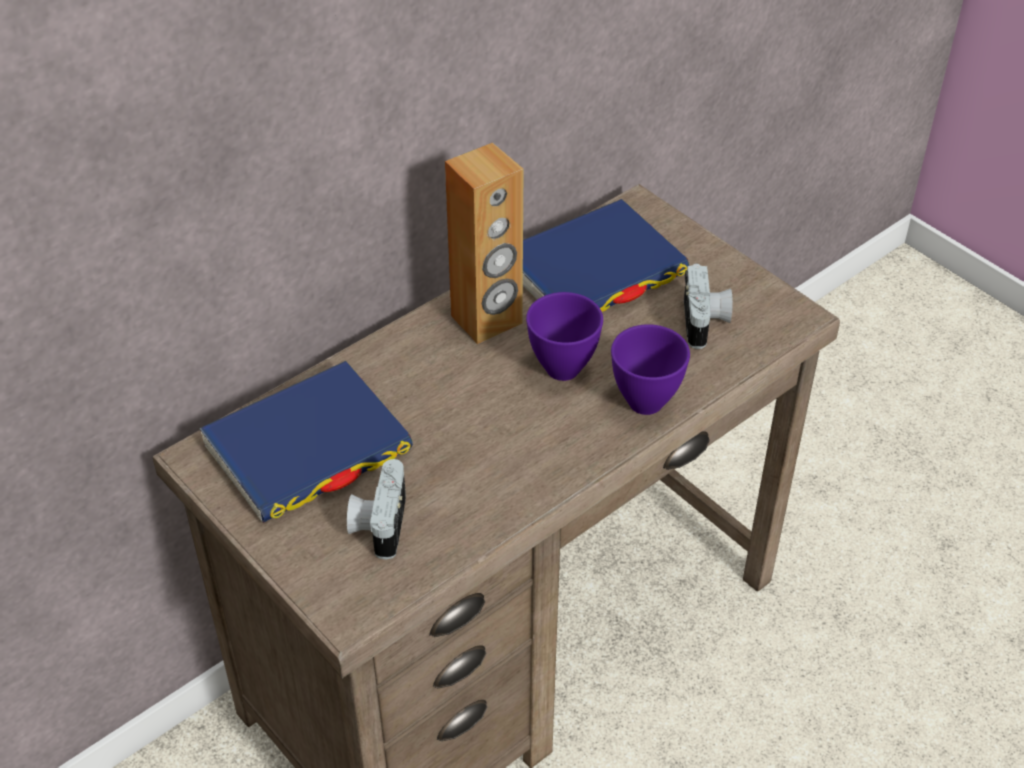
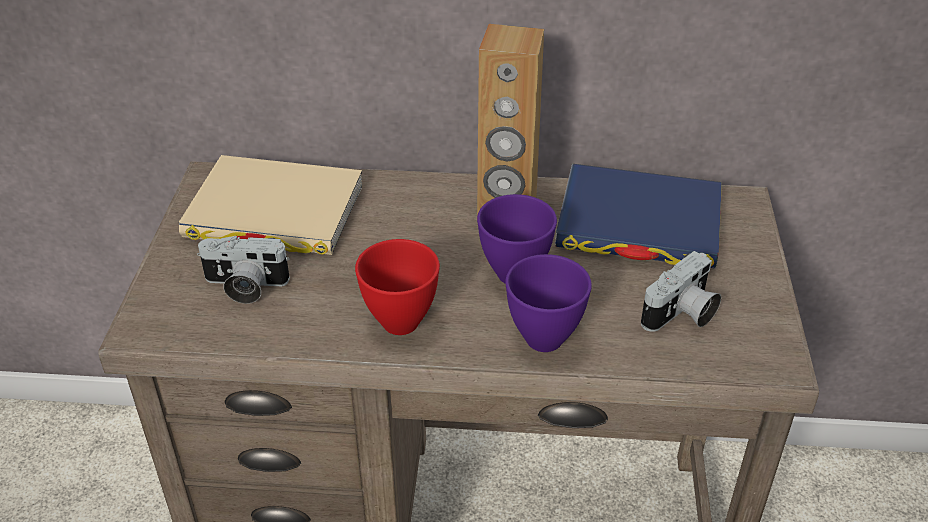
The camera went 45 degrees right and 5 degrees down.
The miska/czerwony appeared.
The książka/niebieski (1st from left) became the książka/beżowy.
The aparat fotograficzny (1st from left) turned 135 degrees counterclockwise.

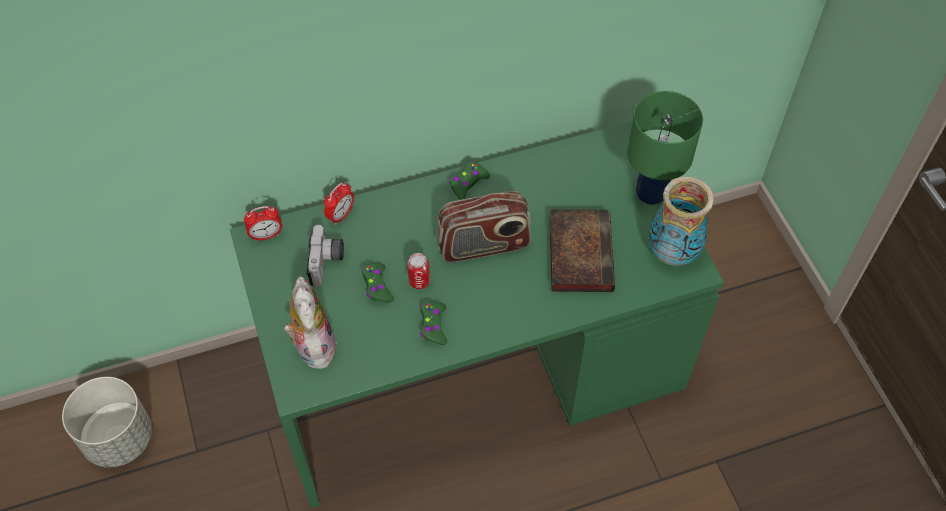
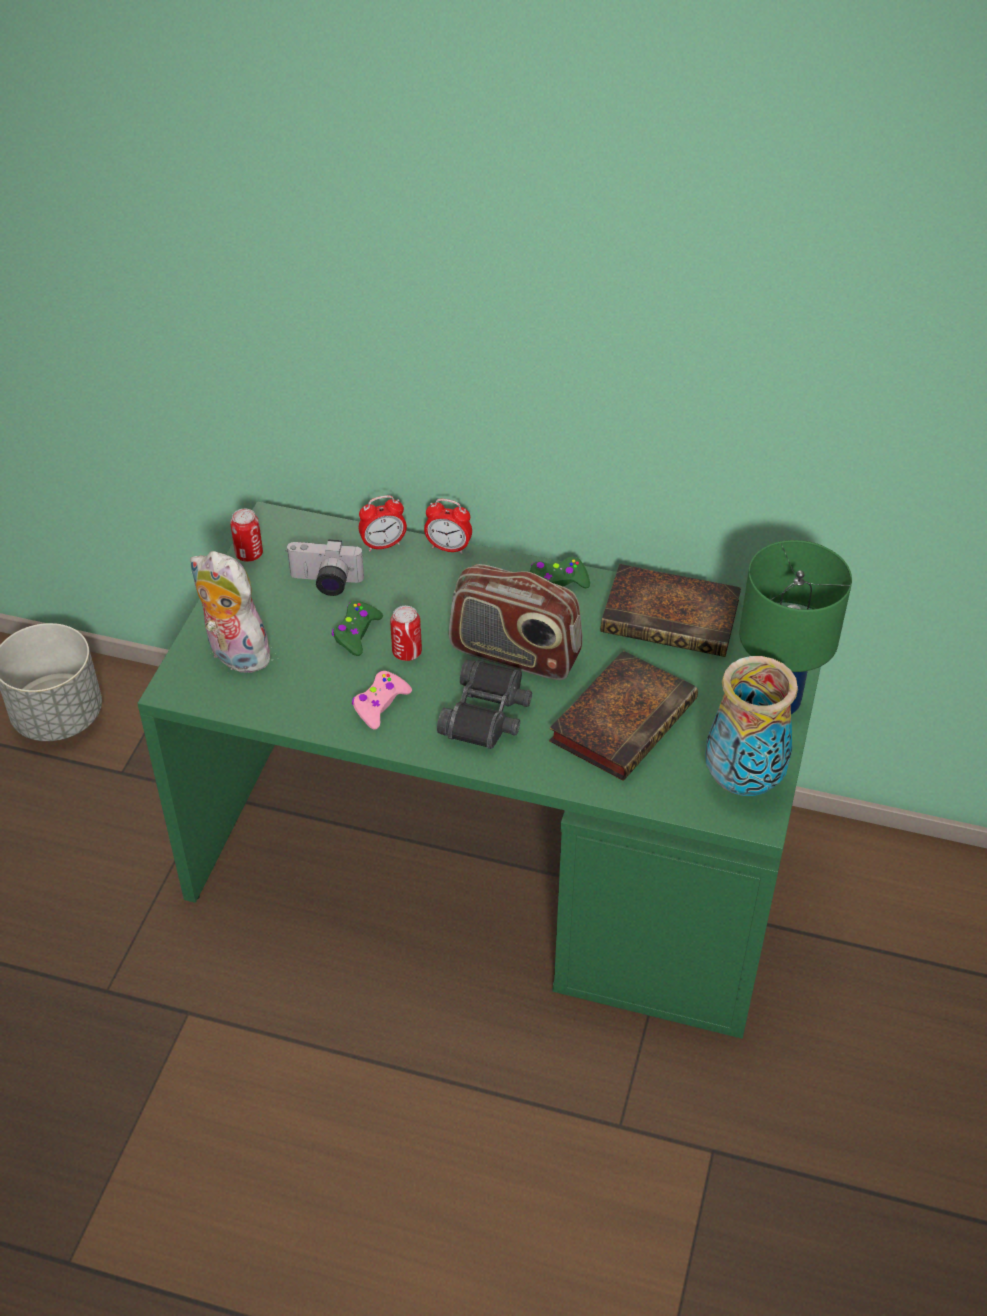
The camera went 35 degrees right and 10 degrees down.
The puszka (1st from left) appeared.
The lornetka/czarny appeared.
The książka (2nd from left) appeared.
The budzik (1st from left in the first image) moved.
The pad do gier/zielony (2nd from left) became the pad do gier/różowy.
The pluszak turned 75 degrees counterclockwise.
The aparat fotograficzny turned 60 degrees clockwise.

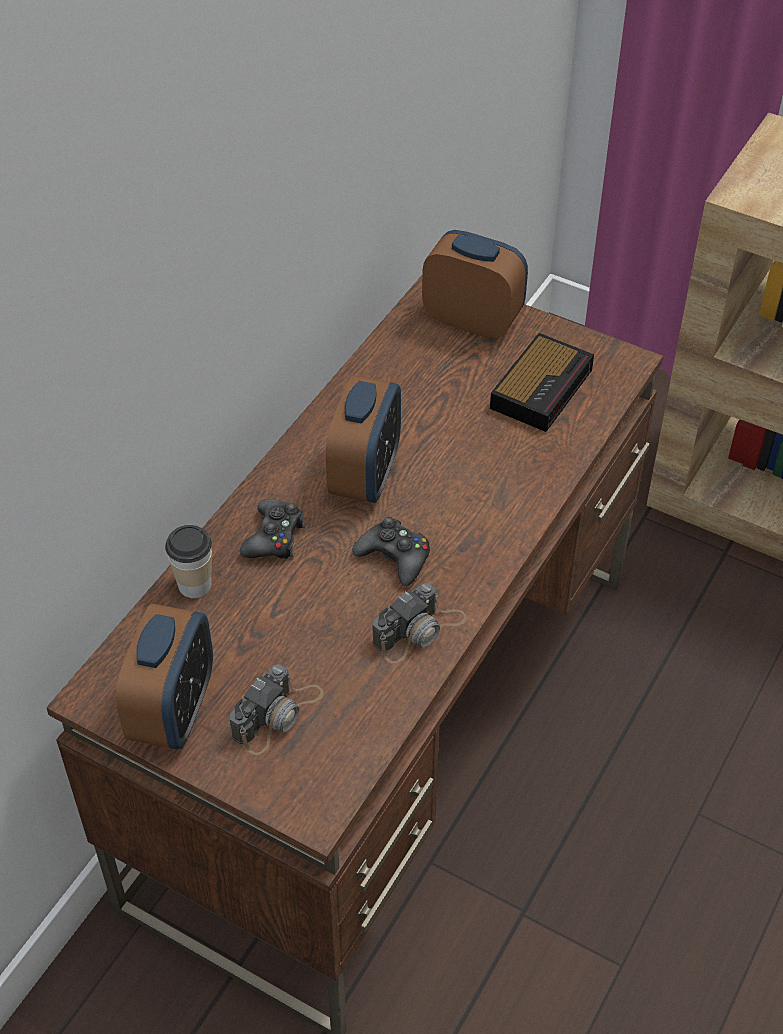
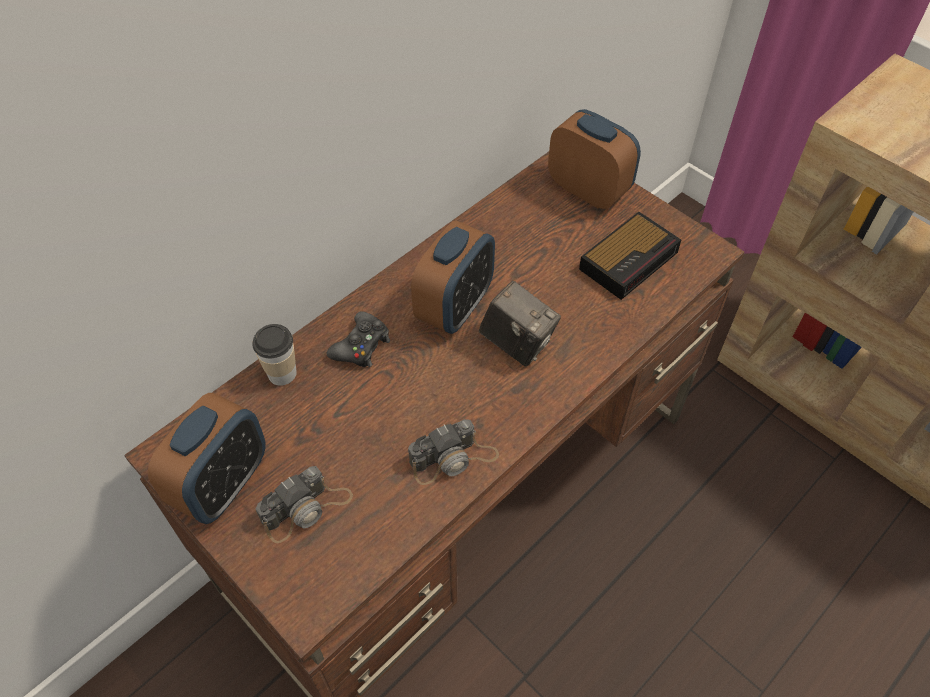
The camera went 15 degrees right and 5 degrees up.
The pad do gier/czarny (2nd from left) disappeared.
The aparat fotograficzny (3rd from left) appeared.

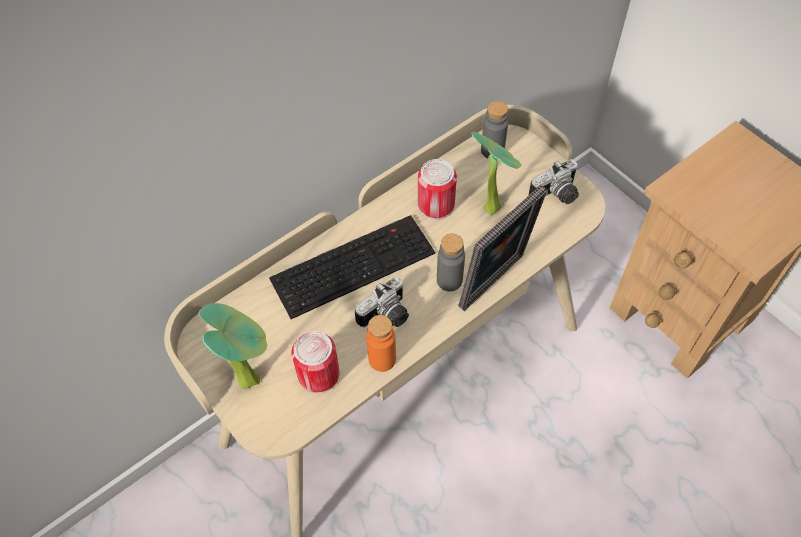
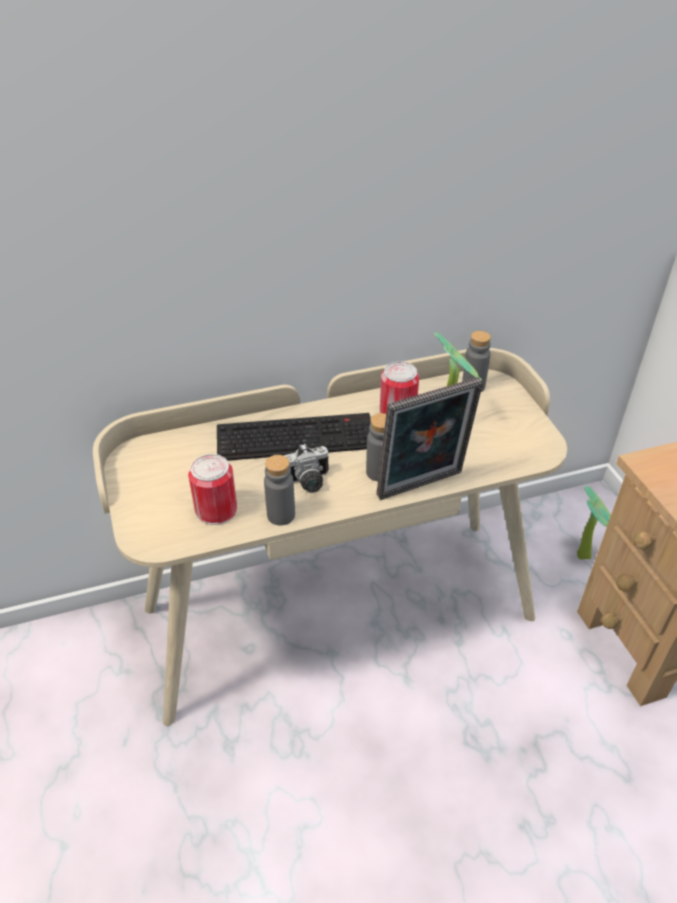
The camera went 20 degrees right and 15 degrees down.
The aparat fotograficzny (2nd from left) disappeared.
The roślina doniczkowa (1st from left in the first image) moved.
The butelka/pomarańczowy became the butelka/szary (1st from left).

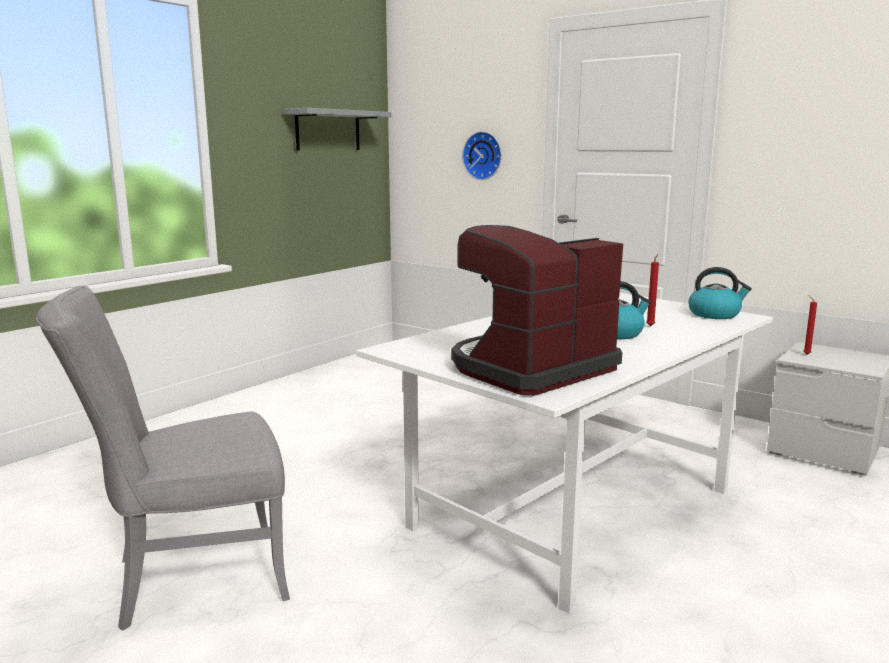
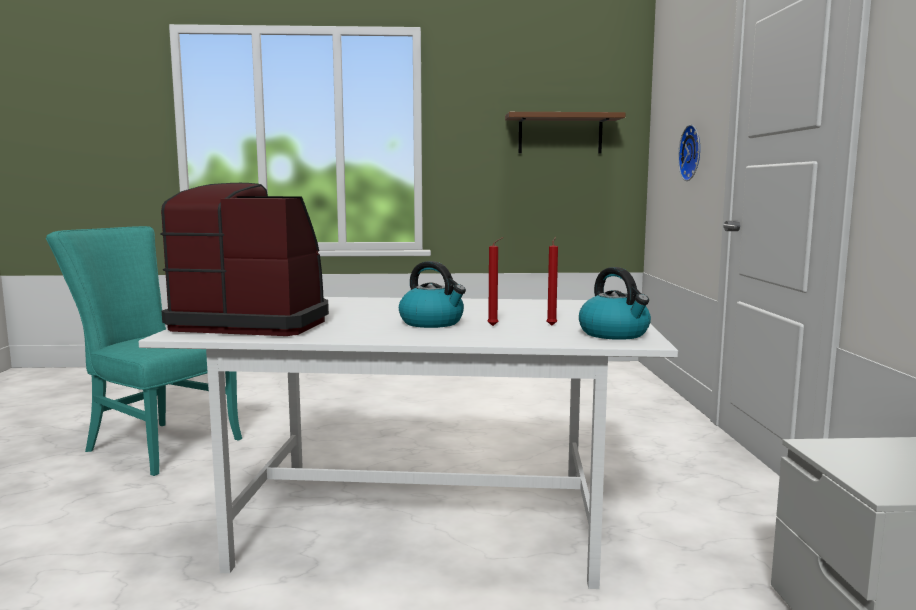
The camera went 50 degrees right and 5 degrees down.
The świeca/czerwony (2nd from left) moved.
The krzesło/szary became the krzesło/turkusowy.
The półka/szary became the półka/brązowy.

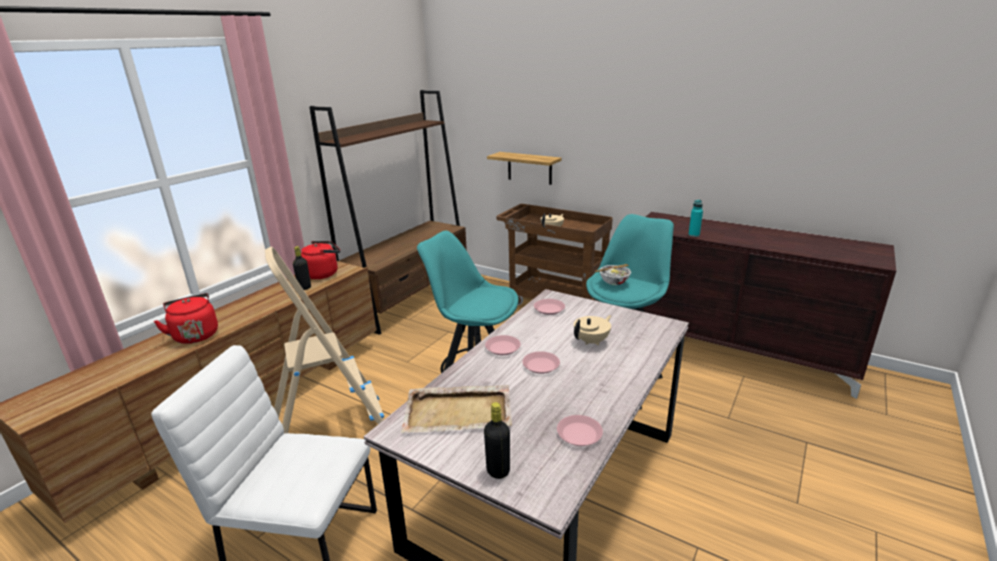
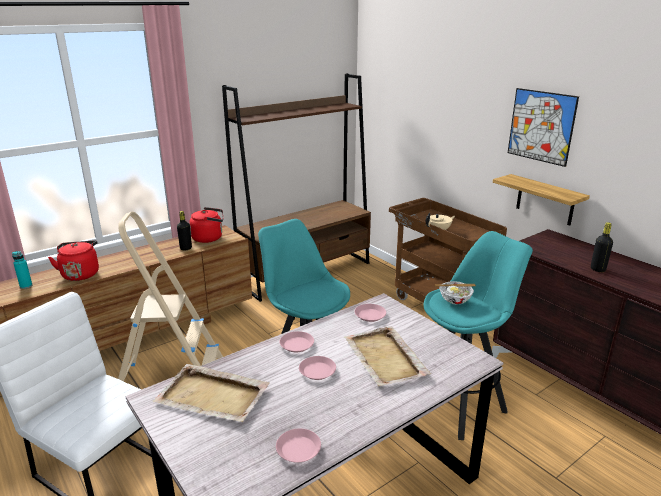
The camera went 20 degrees right and 0 degrees up.
The obraz appeared.
The butelka/czarny (2nd from left) moved.
The półka moved.
The butelka/turkusowy moved.
The imbryk/beżowy (2nd from left) was replaced by the taca/beżowy (2nd from left).

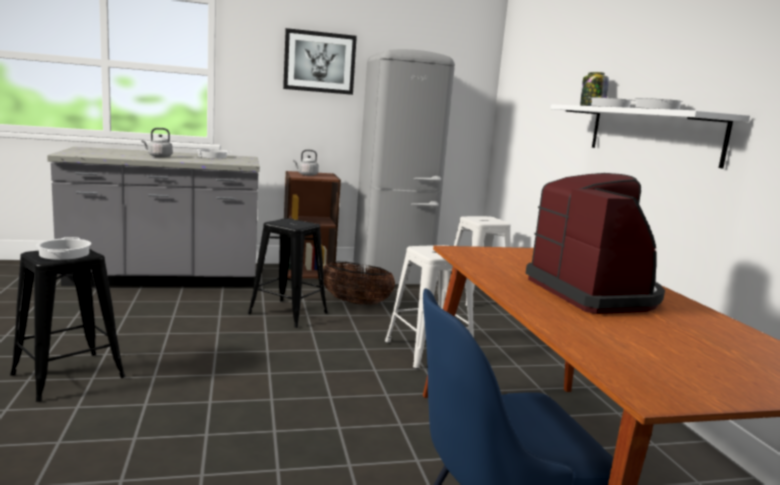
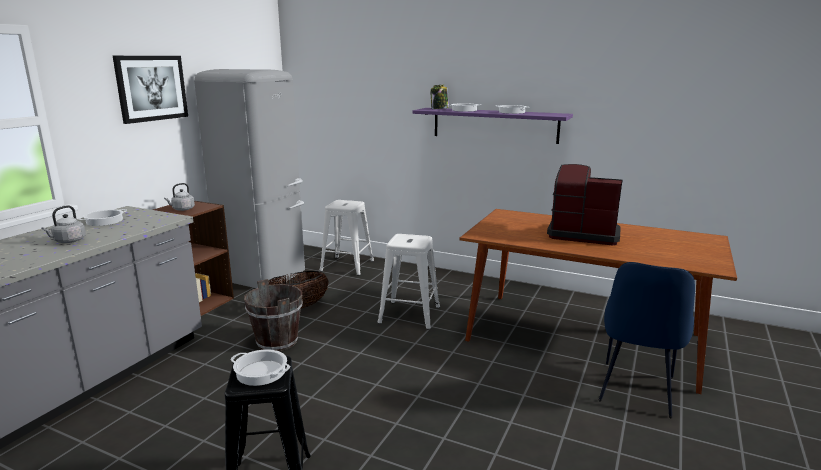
The camera went 50 degrees left and 5 degrees up.
The stołek/czarny (2nd from left) was replaced by the wiadro/brązowy.
The półka/biały became the półka/fioletowy.

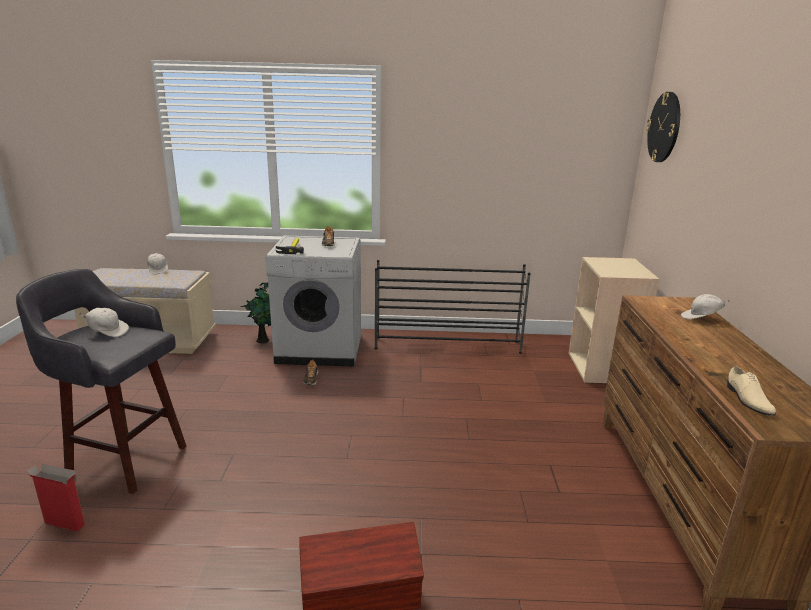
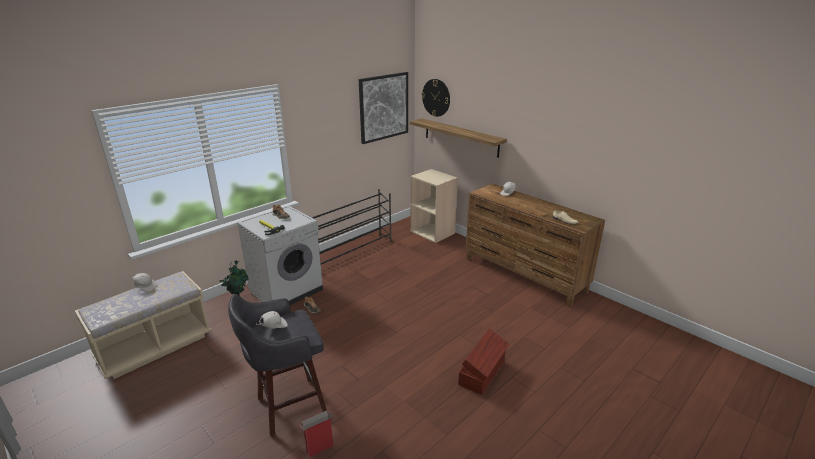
The camera went 45 degrees left and 5 degrees up.
The obraz appeared.
The półka appeared.

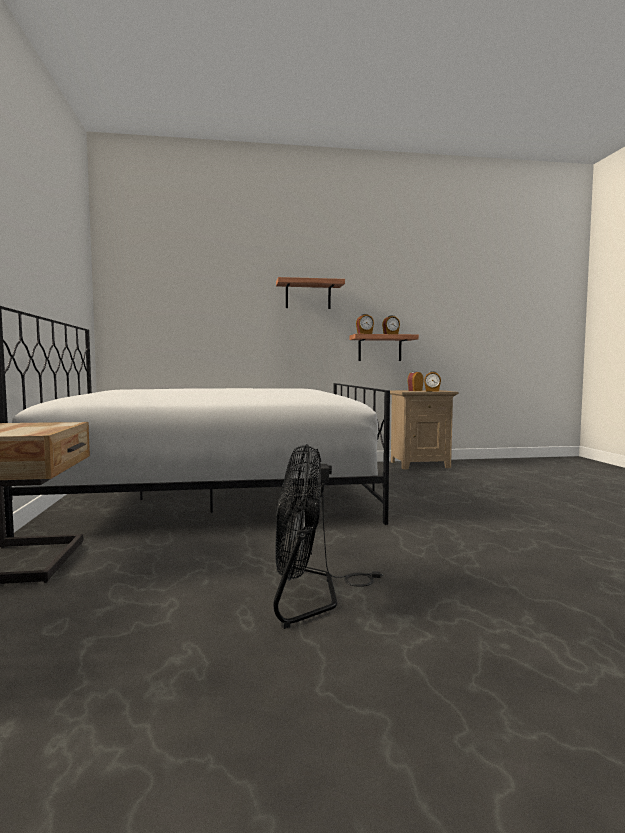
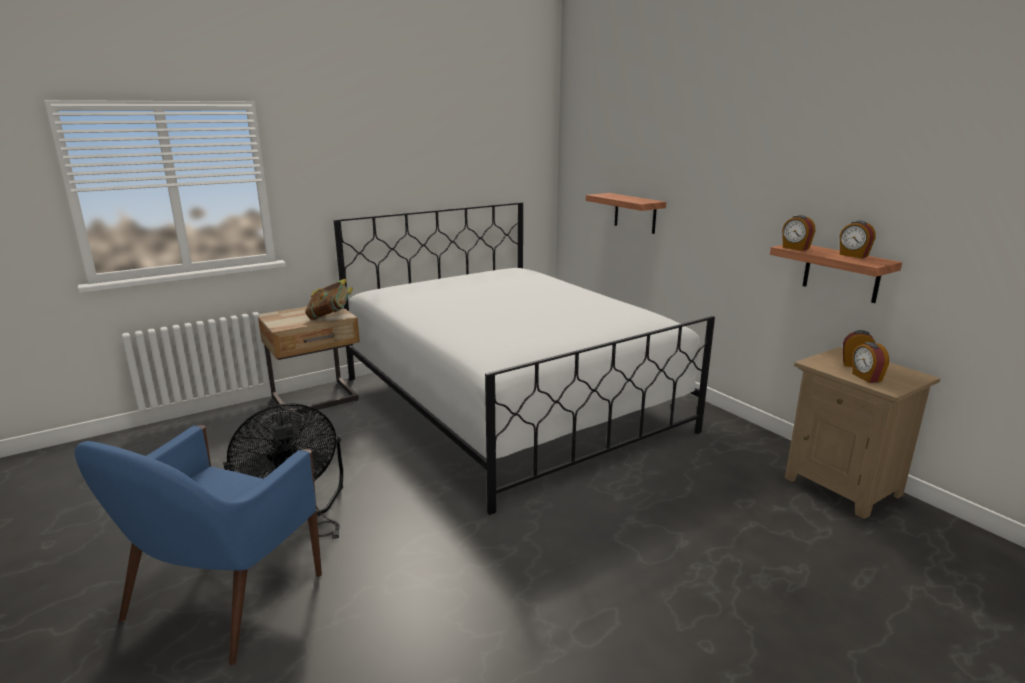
The camera went 65 degrees right and 15 degrees up.
The fotel/niebieski appeared.
The książka appeared.
The półka (1st from left) moved.

